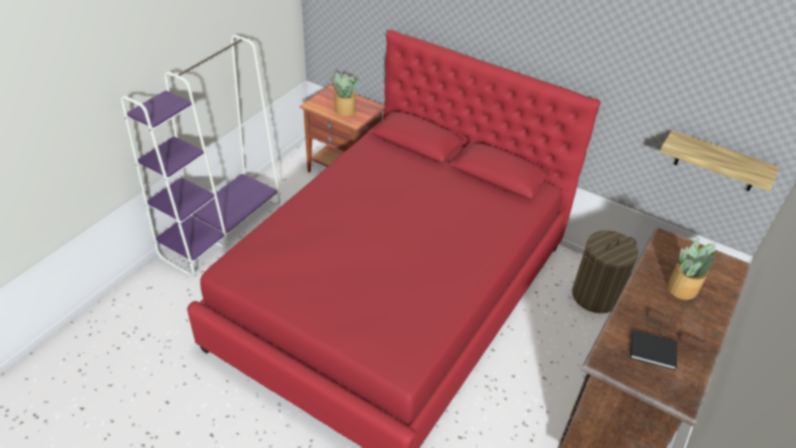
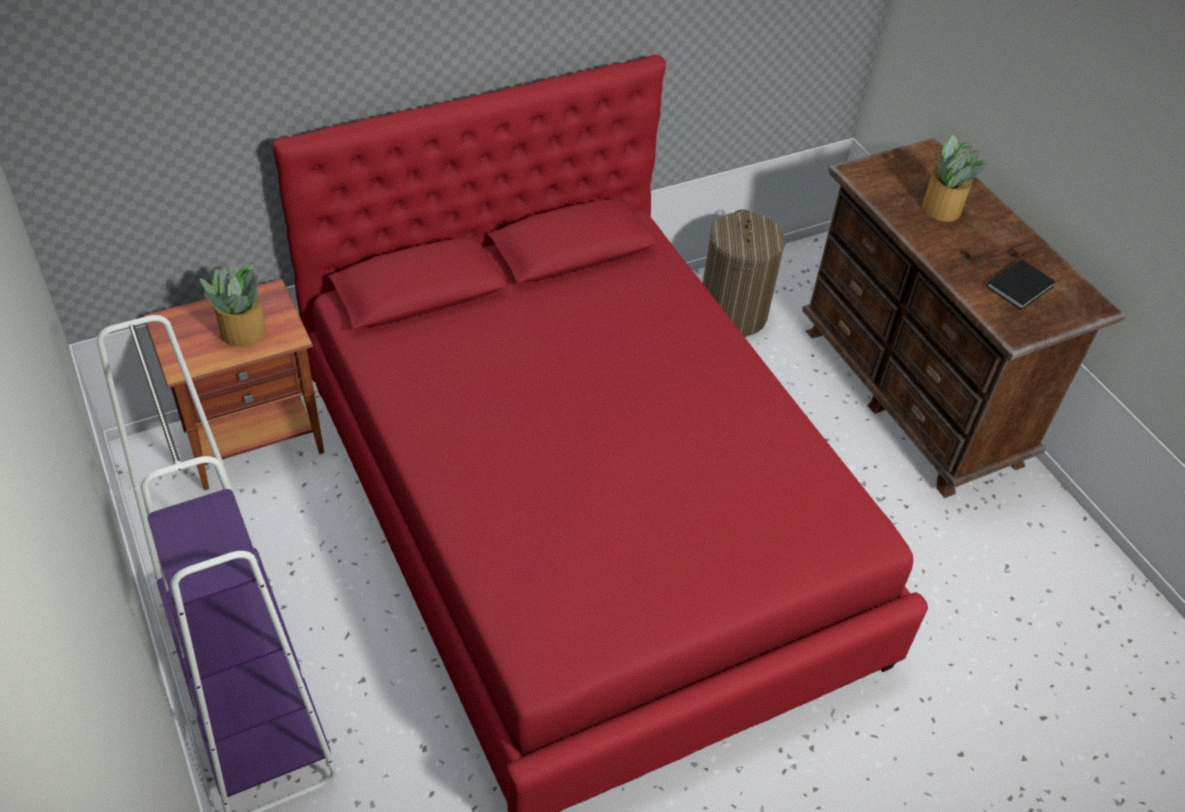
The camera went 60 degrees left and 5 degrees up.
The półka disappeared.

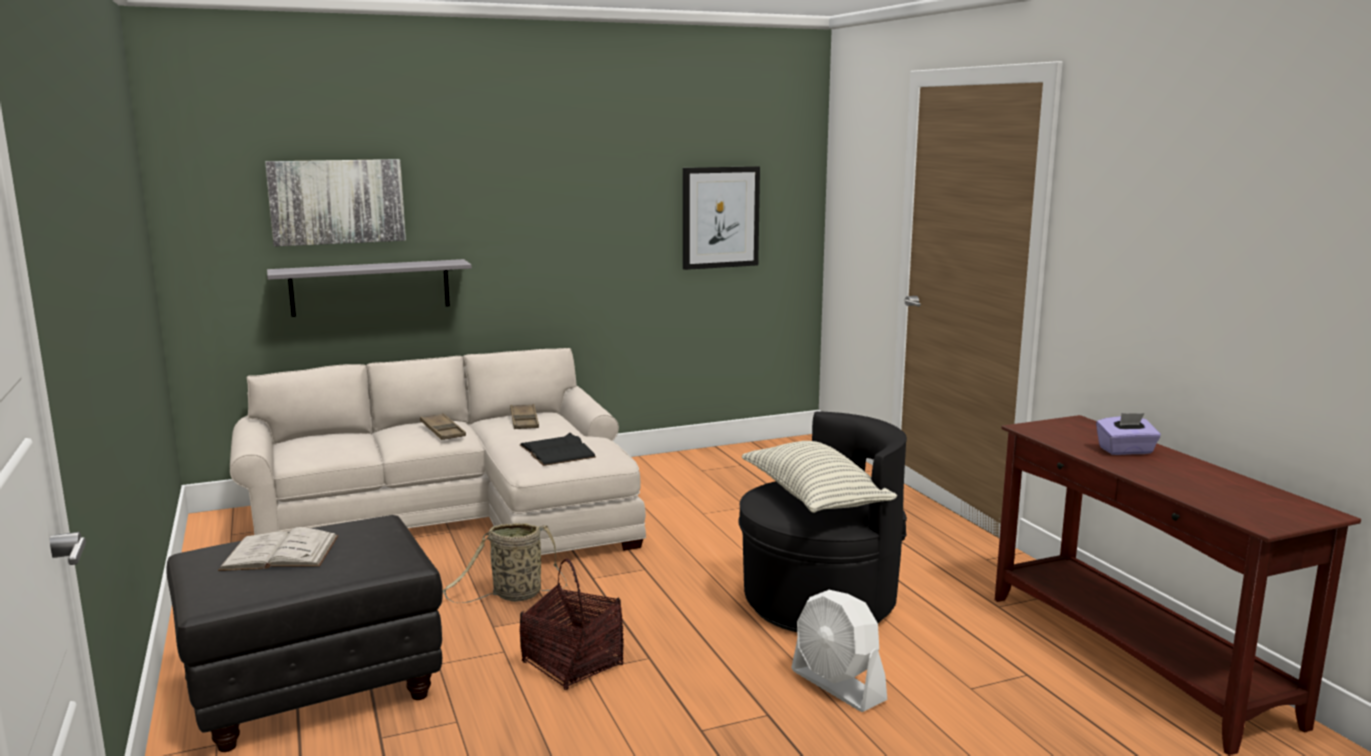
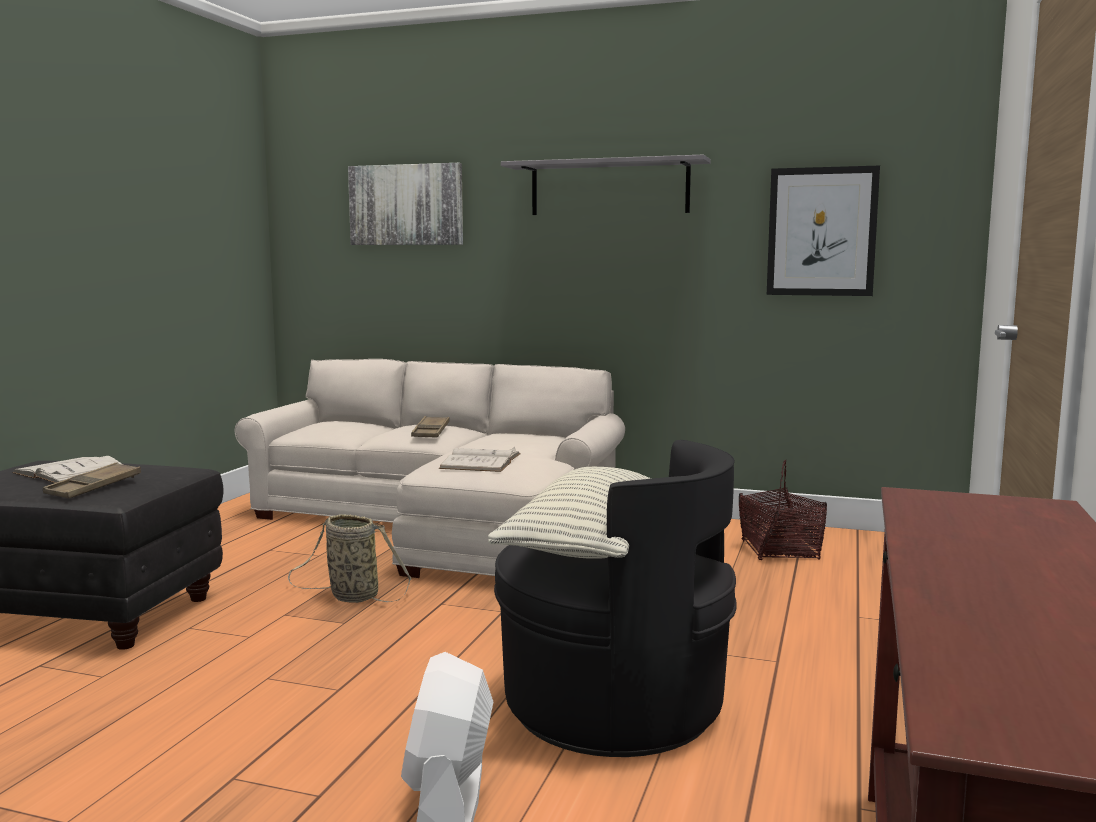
The camera went 40 degrees right and 5 degrees down.
The pudełko chusteczek/fioletowy disappeared.
The półka/szary moved.
The taca/brązowy (2nd from left in the first image) moved.
The koszyk (2nd from left) moved.
The książka/czarny became the książka/biały (2nd from left).

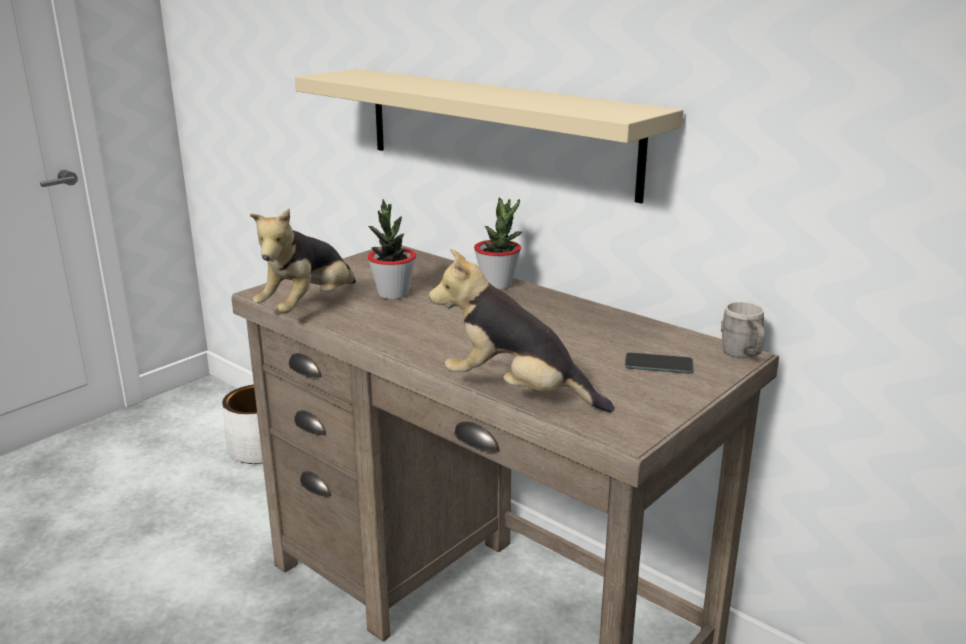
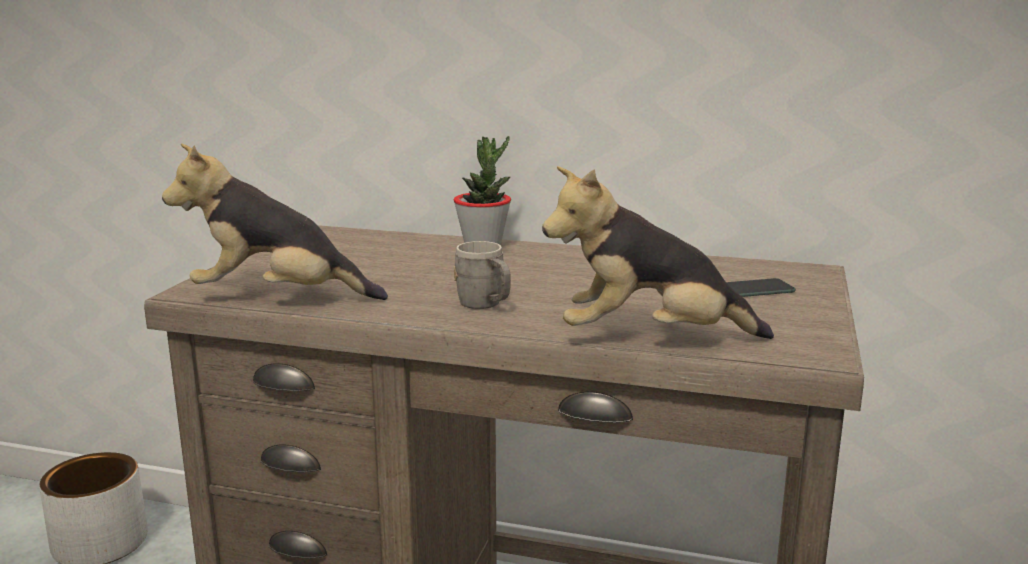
The camera went 25 degrees left and 5 degrees down.
The półka/beżowy disappeared.
The roślina doniczkowa (1st from left) disappeared.
The kubek/szary moved.
The pluszak (1st from left) turned 90 degrees clockwise.

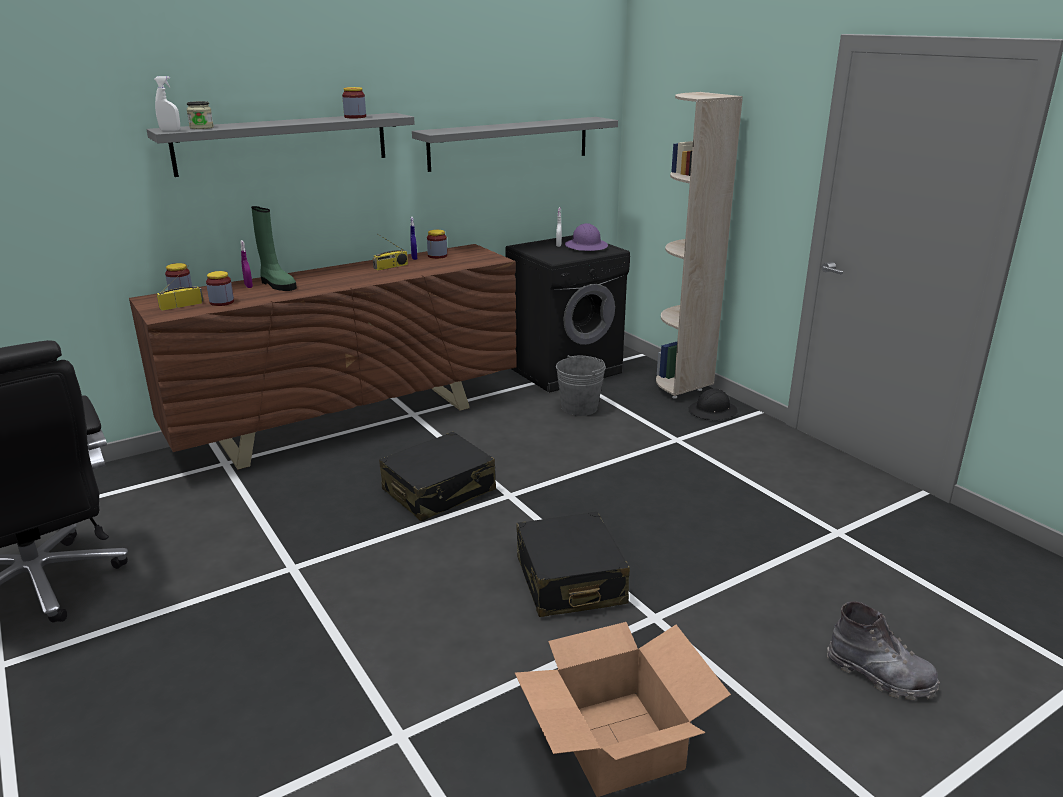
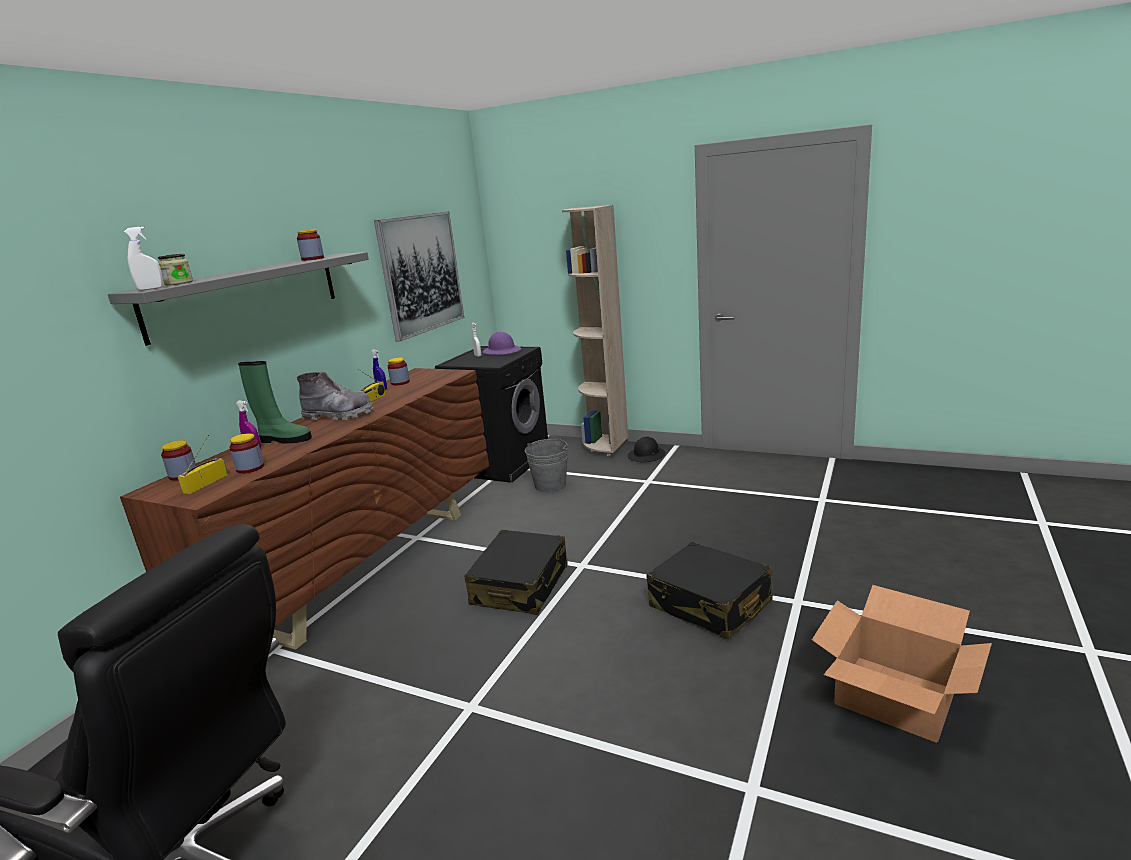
The camera went 30 degrees left and 5 degrees down.
The but z cholewką/szary moved.
The półka/szary (2nd from left) was replaced by the obraz.

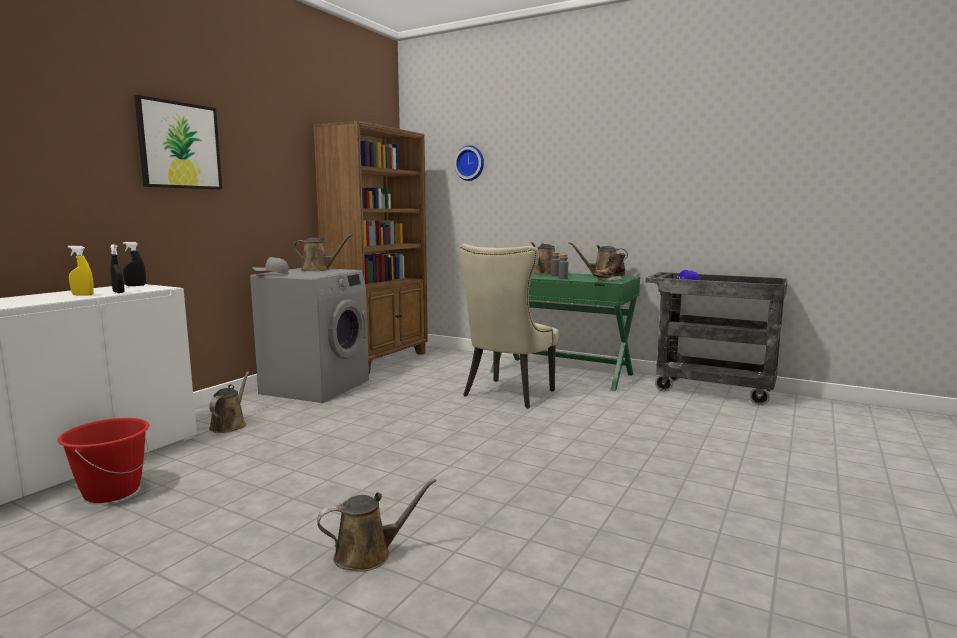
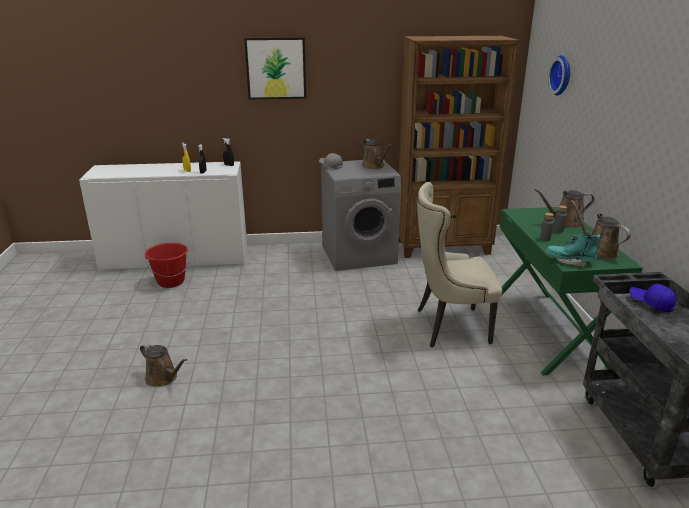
The camera went 55 degrees right and 15 degrees up.
The konewka/brązowy (1st from left) disappeared.
The but z cholewką/brązowy became the but z cholewką/turkusowy.

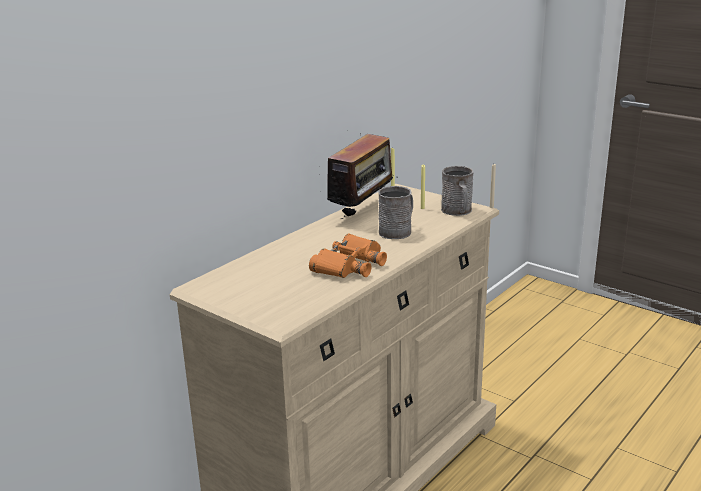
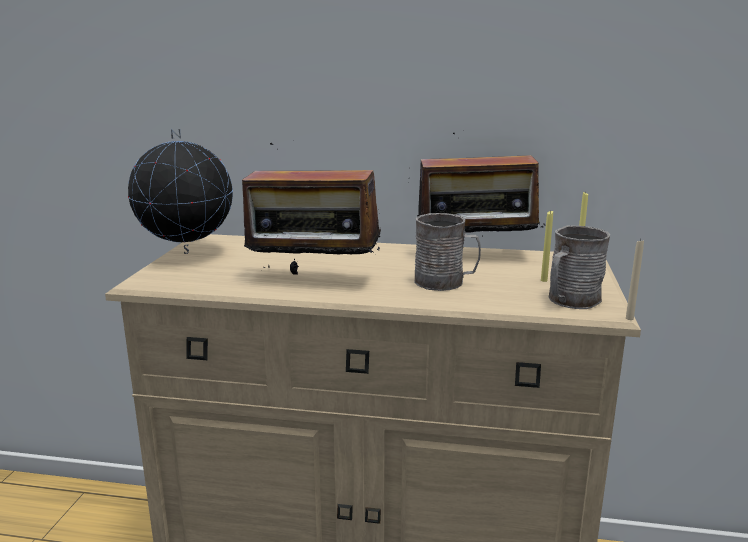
The camera went 60 degrees right and 5 degrees down.
The globus appeared.
The lornetka/pomarańczowy was replaced by the radio (1st from left).

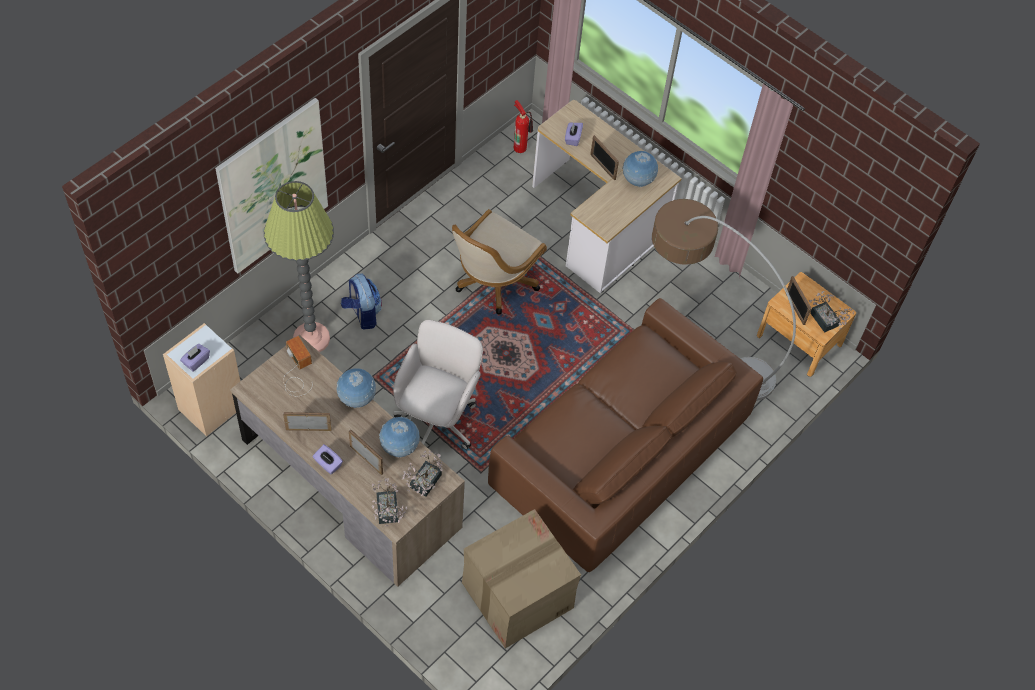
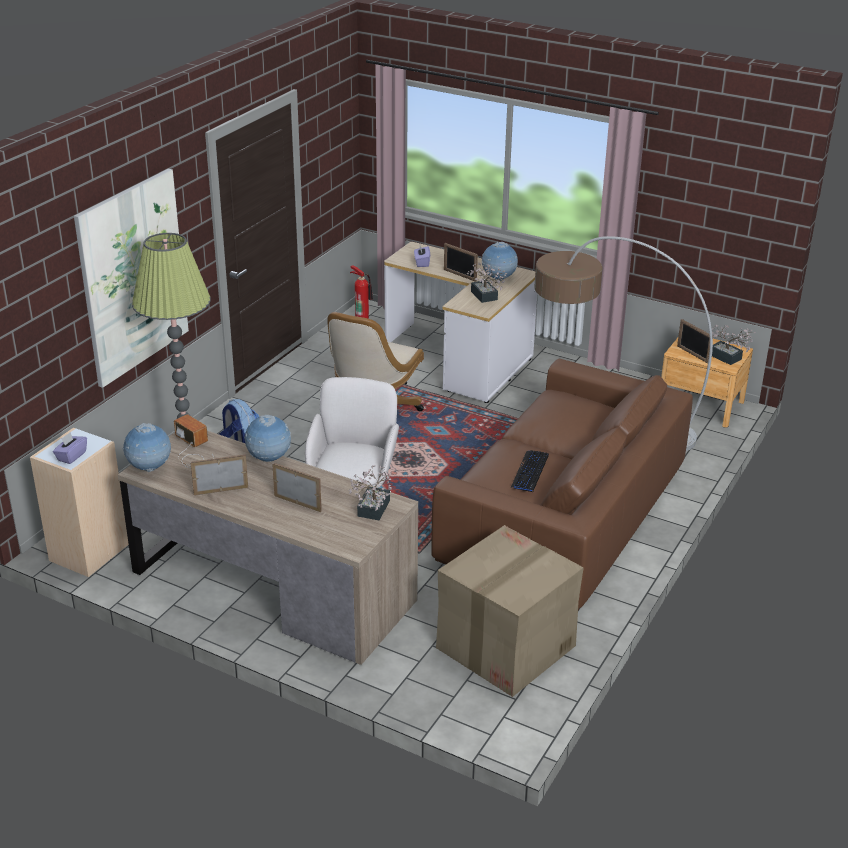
The camera went 10 degrees left and 25 degrees down.
The pudełko chusteczek/fioletowy (2nd from left) disappeared.
The klawiatura appeared.
The roślina doniczkowa (1st from left in the first image) moved.
The globus (2nd from left in the first image) moved.

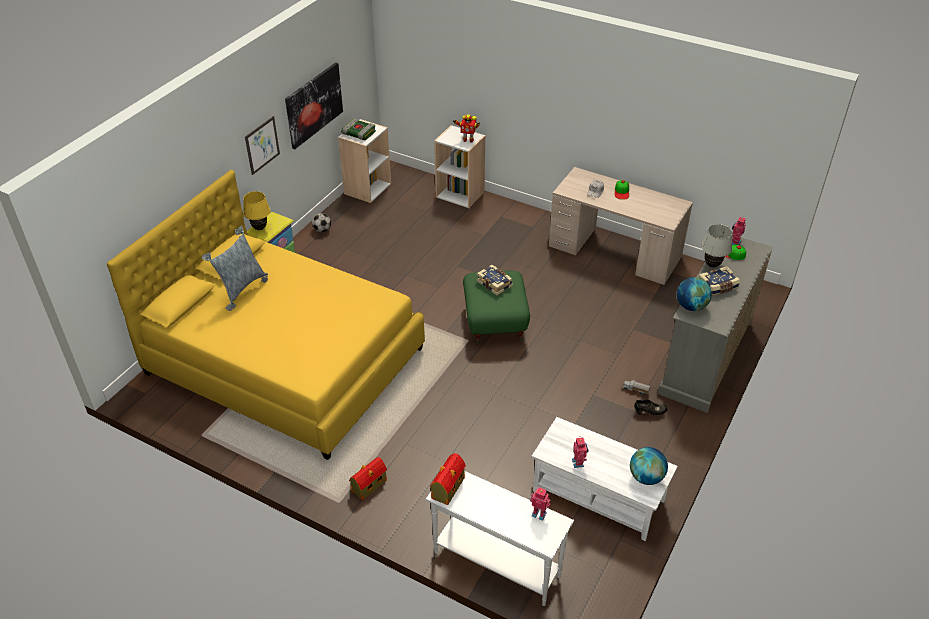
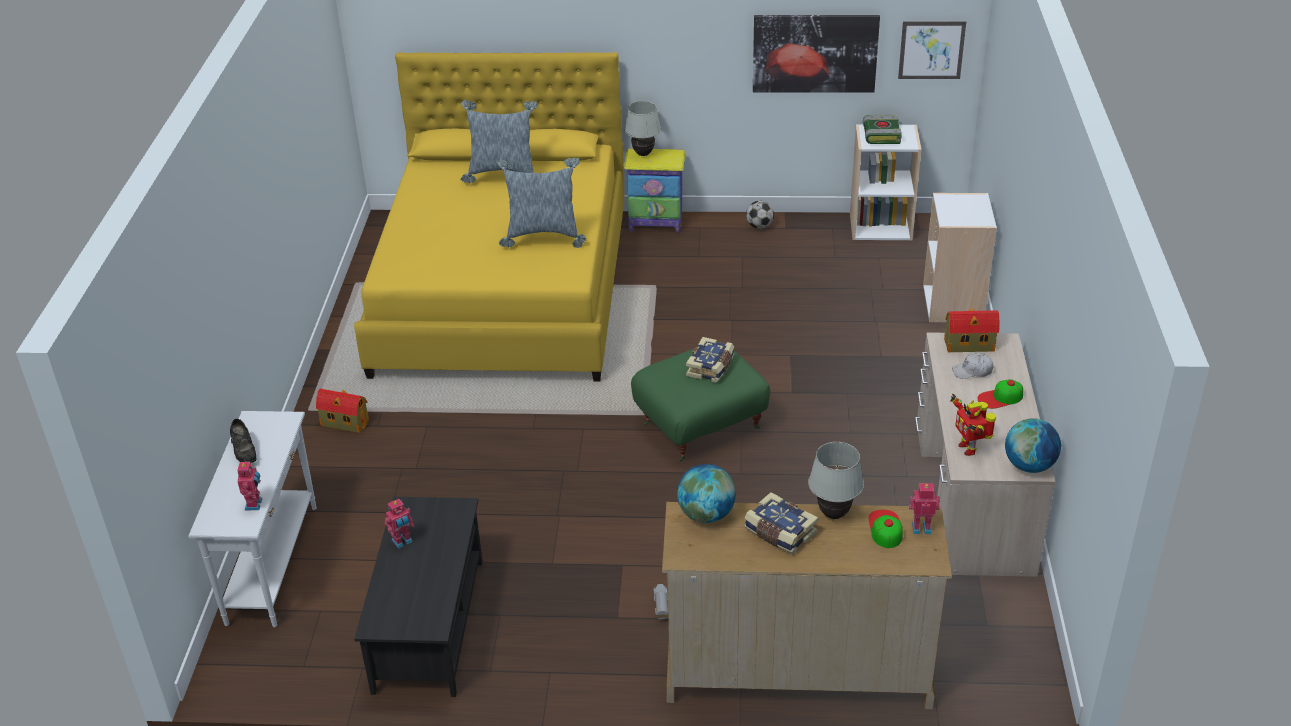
The camera went 65 degrees right and 5 degrees down.
The poduszka (2nd from left) appeared.
The obraz (1st from left in the first image) moved.
The domek (2nd from left) moved.
The robot zabawkowy (1st from left in the first image) moved.
The globus (1st from left in the first image) moved.
The but/czarny moved.
The lampa stołowa/żółty became the lampa stołowa/biały (1st from left).
The ława/biały became the ława/czarny.
The komoda/szary became the komoda/brązowy.

